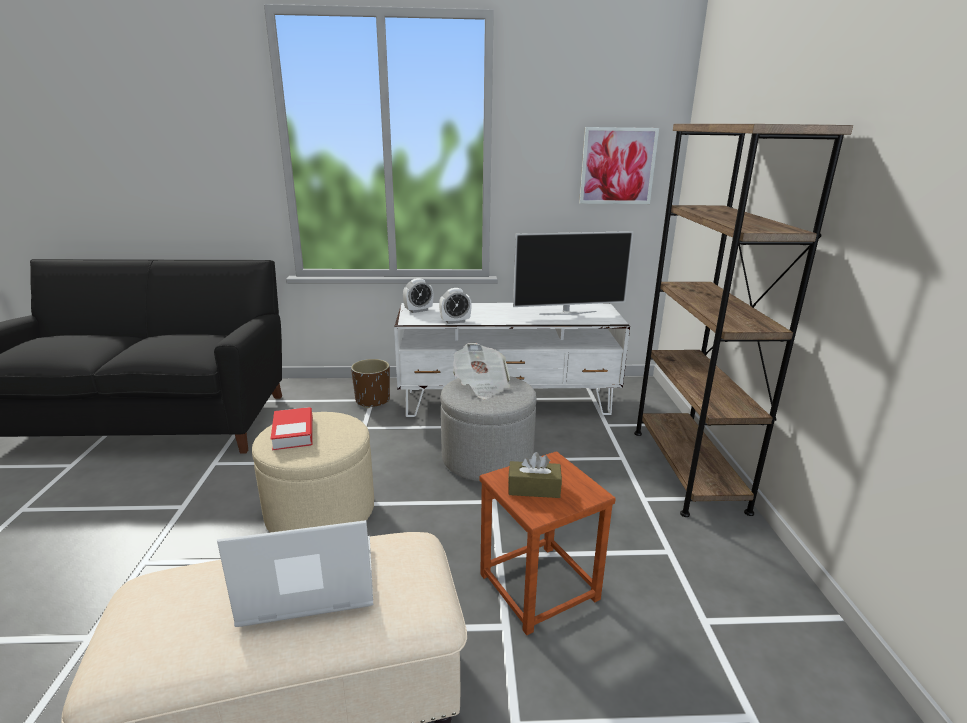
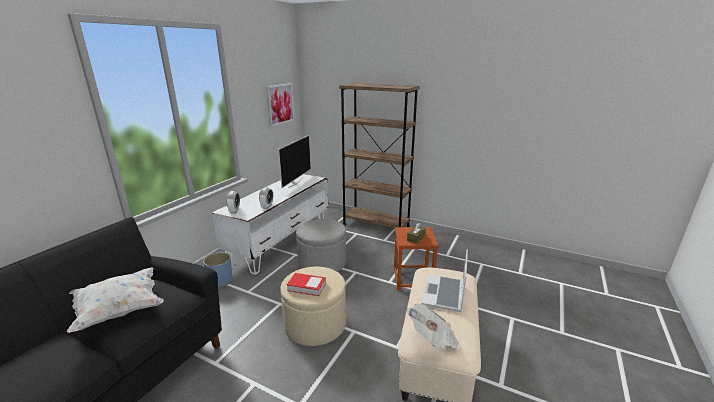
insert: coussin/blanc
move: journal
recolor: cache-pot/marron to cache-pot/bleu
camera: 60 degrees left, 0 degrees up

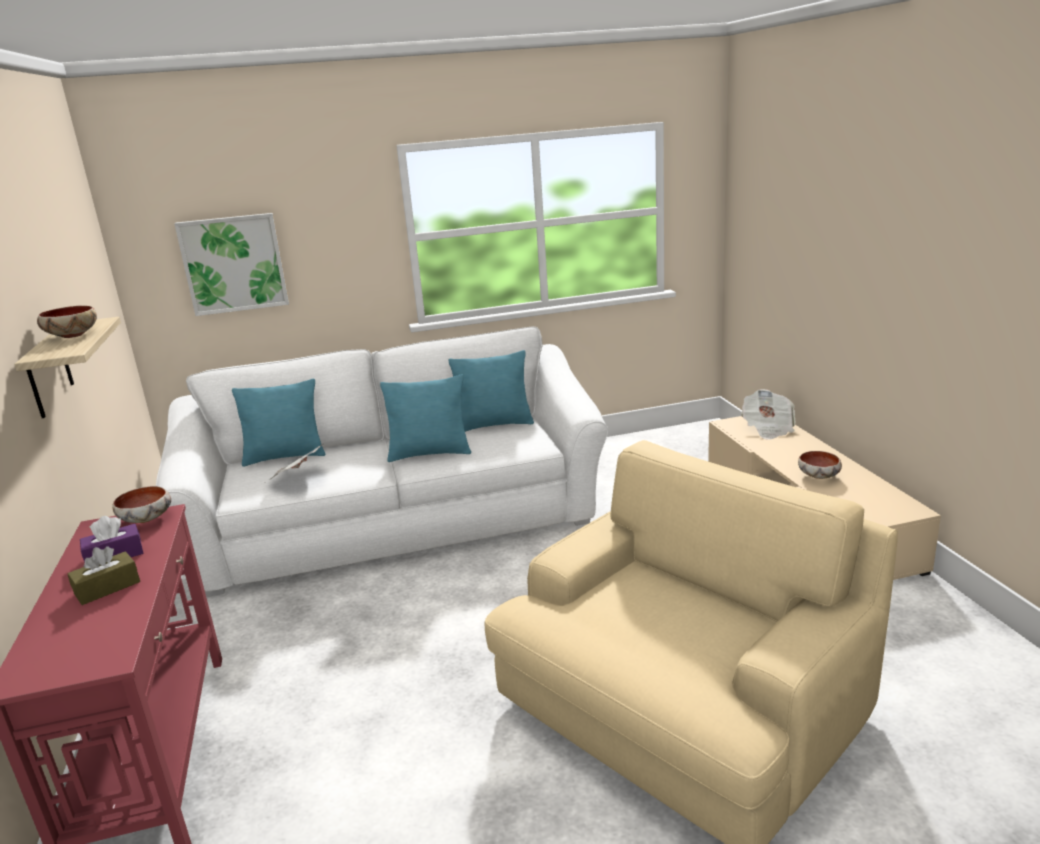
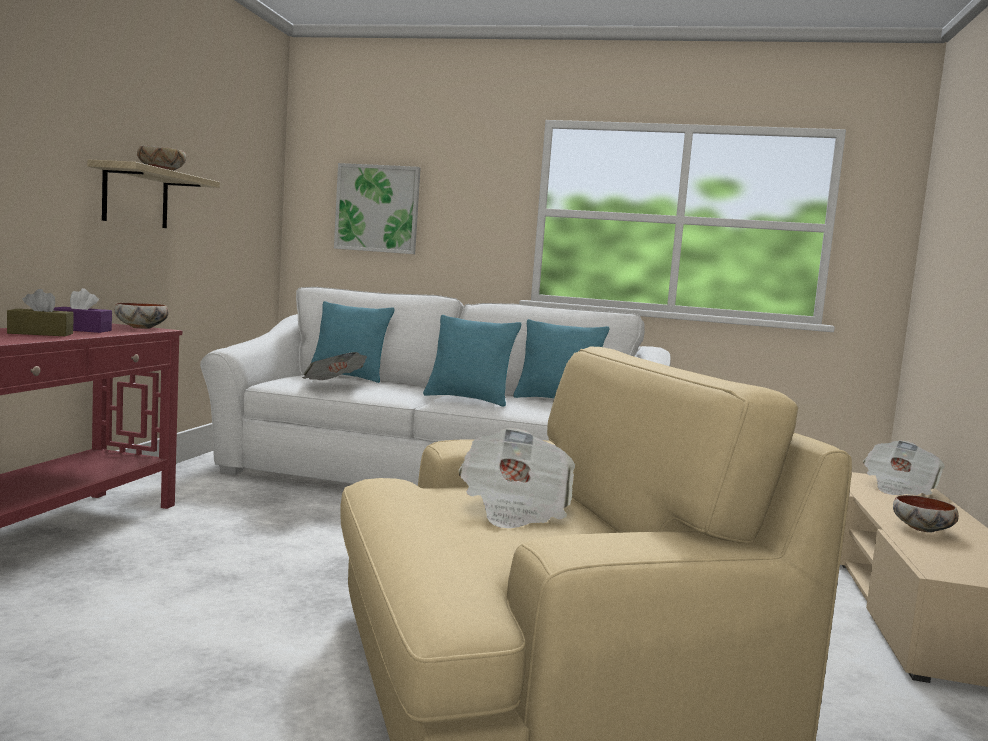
insert: journal (2nd from left)
camera: 25 degrees right, 15 degrees down

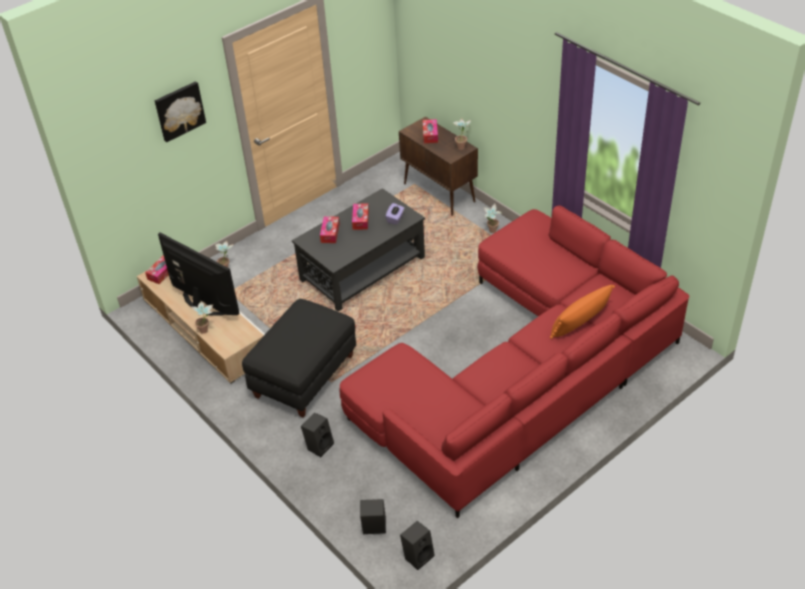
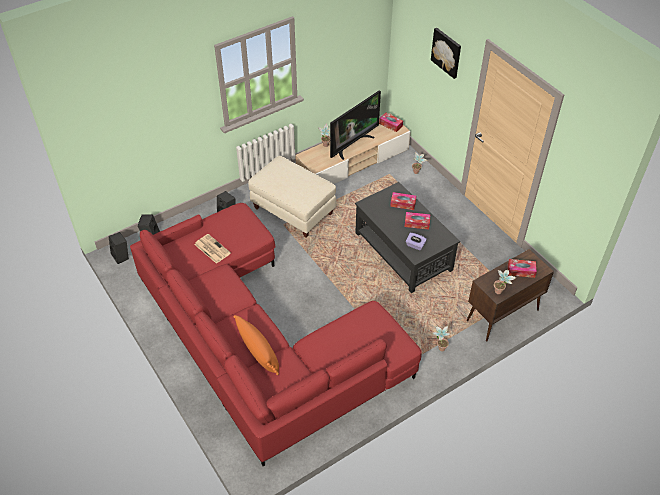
insert: journal
recolor: pouf/noir to pouf/beige
camera: 95 degrees right, 5 degrees up

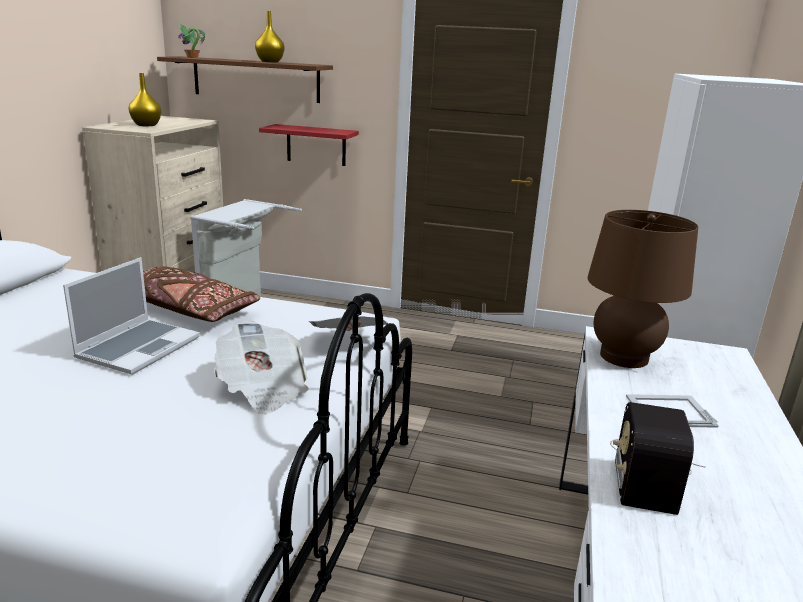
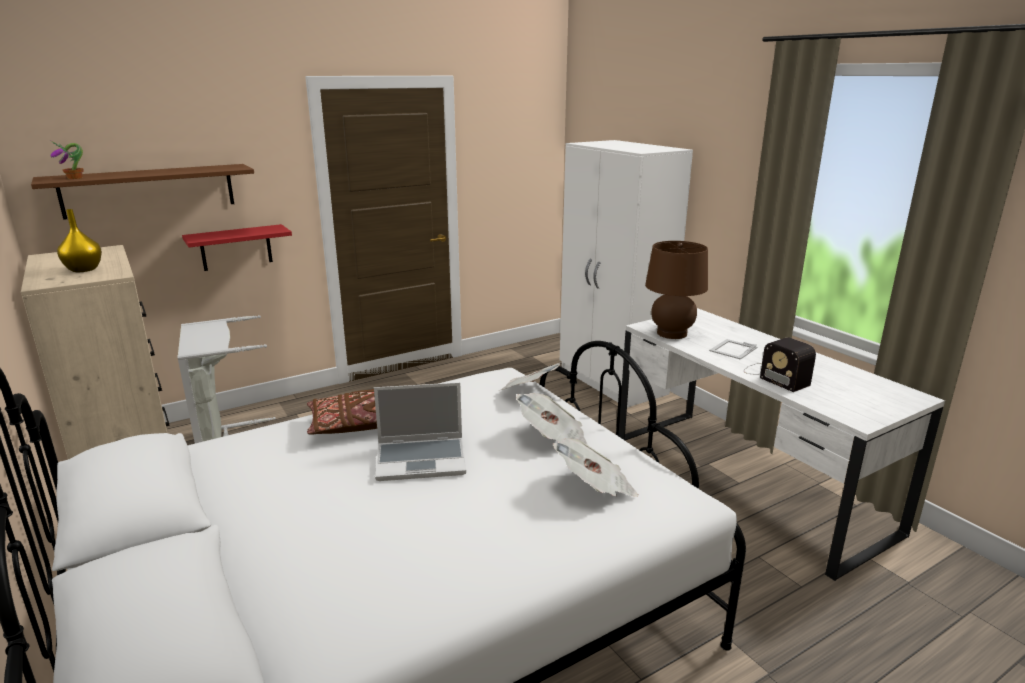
delete: vase/jaune (2nd from left)
insert: journal (3rd from left)
rotate: ordinateur portable 105 degrees clockwise
camera: 45 degrees left, 0 degrees up

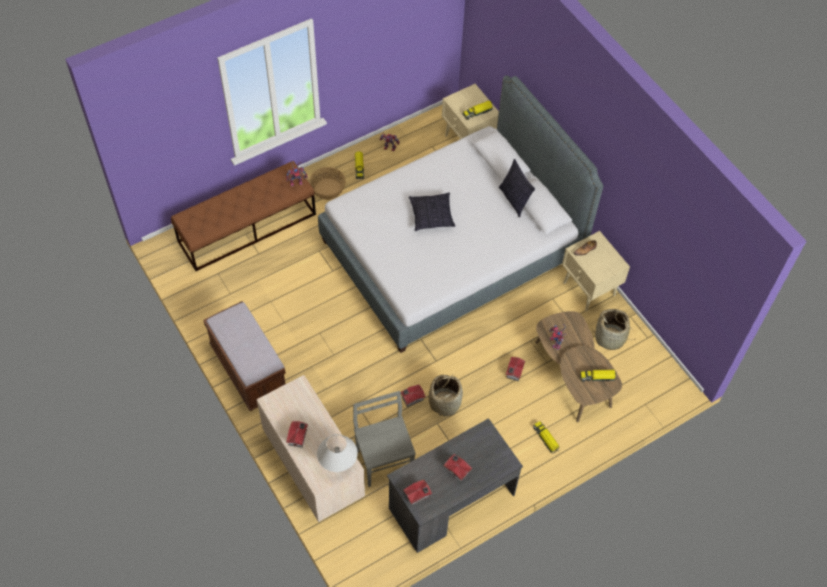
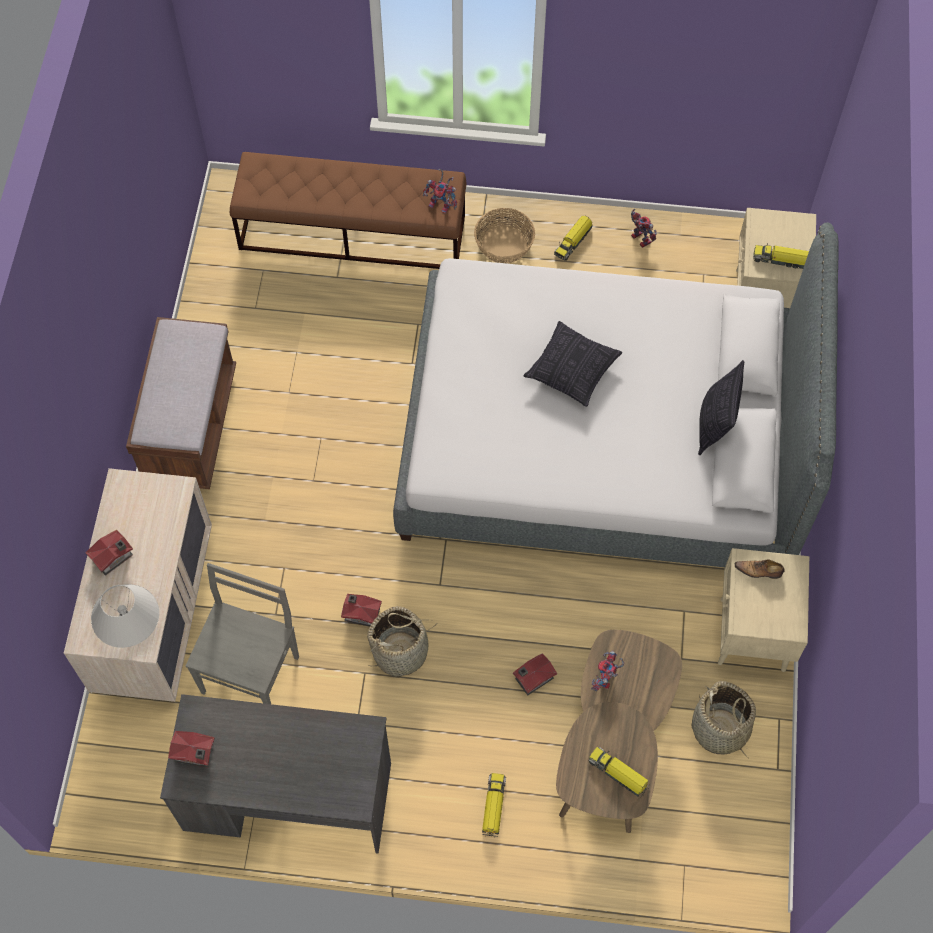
delete: maison miniature (4th from left)
camera: 40 degrees right, 5 degrees up

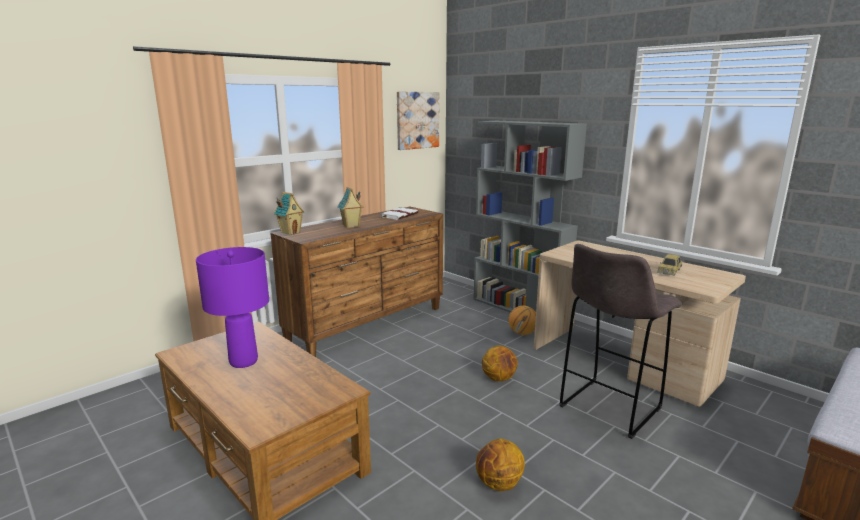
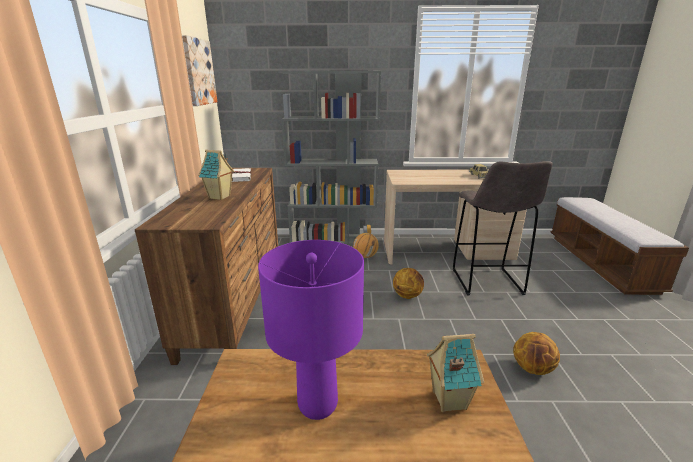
move: maison miniature (1st from left in the first image) to maison miniature (2nd from left)
camera: 45 degrees left, 5 degrees up

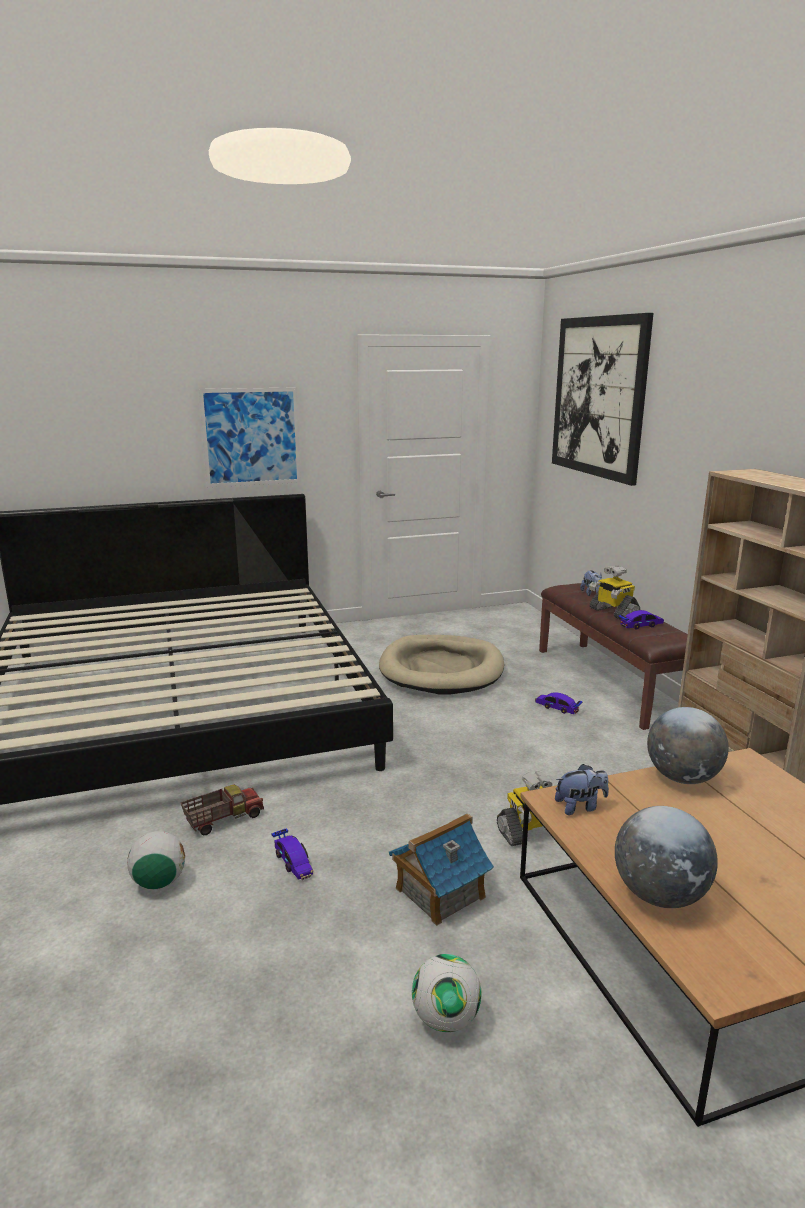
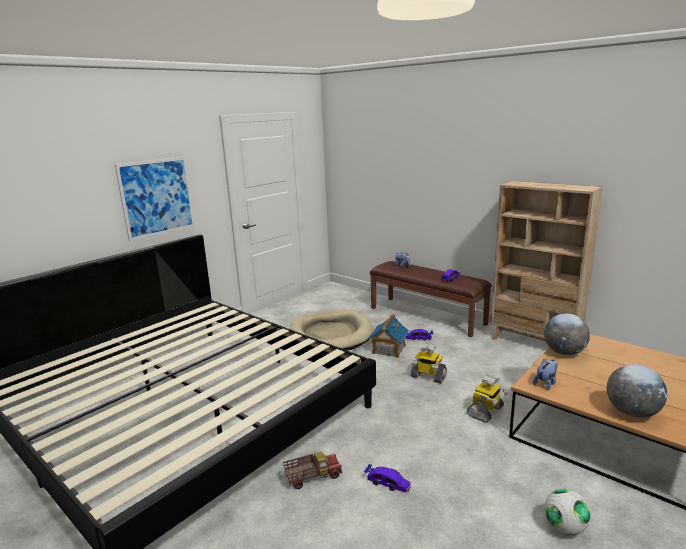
delete: tableau (2nd from left); ballon de foot (1st from left)
move: robot jouet (2nd from left in the first image) to robot jouet (1st from left); maison miniature
rotate: camion jouet 45 degrees clockwise
camera: 30 degrees left, 0 degrees up

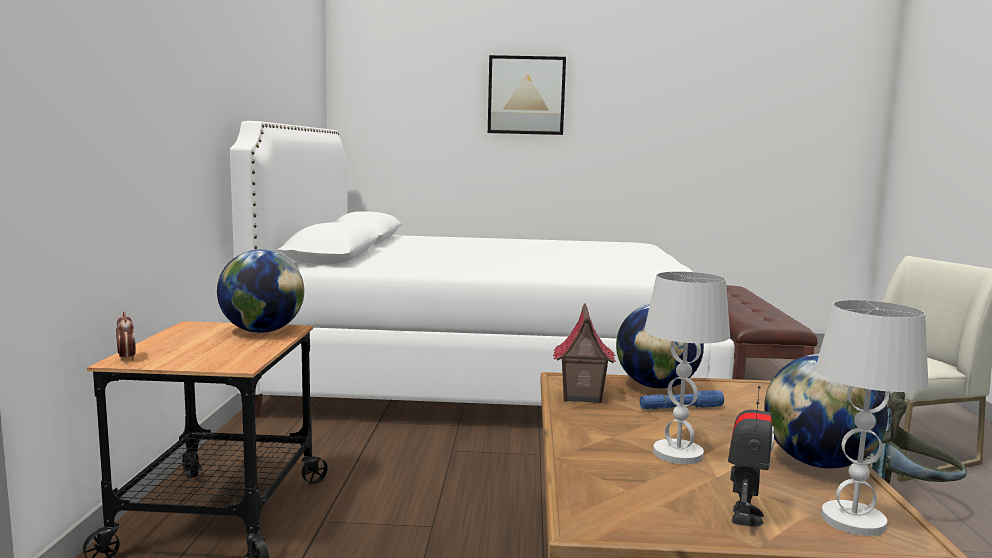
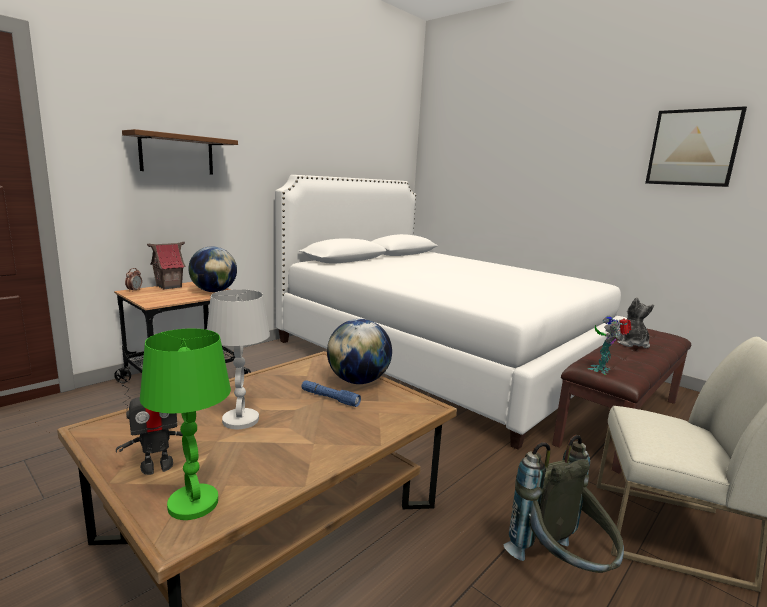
delete: globe (3rd from left)
insert: étagère/marron; peluche; robot jouet (2nd from left)
move: tableau; maison miniature
recolor: lampe de table/blanc (2nd from left) to lampe de table/vert
camera: 40 degrees right, 5 degrees up

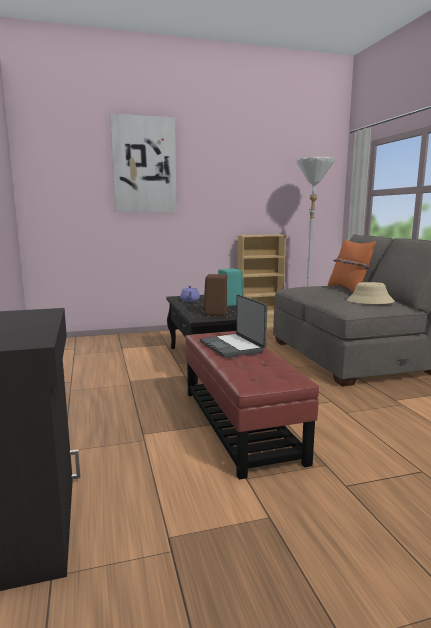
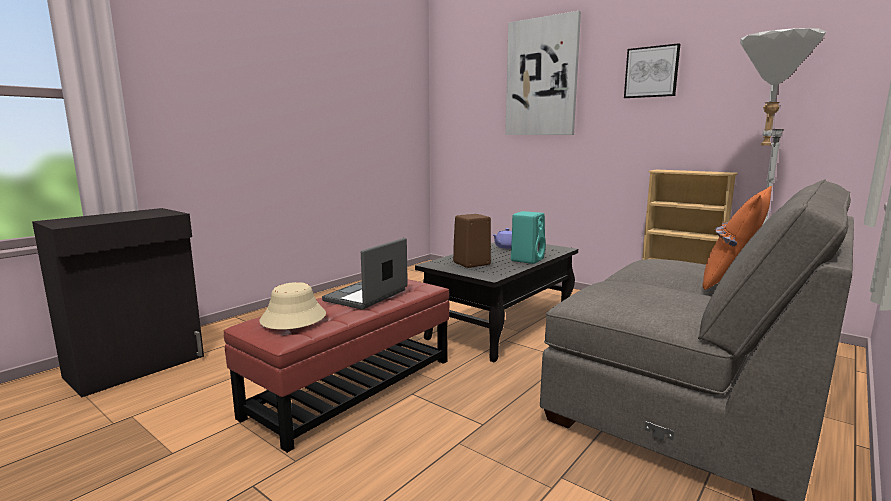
insert: tableau (2nd from left)
move: chapeau/beige
camera: 55 degrees right, 0 degrees up

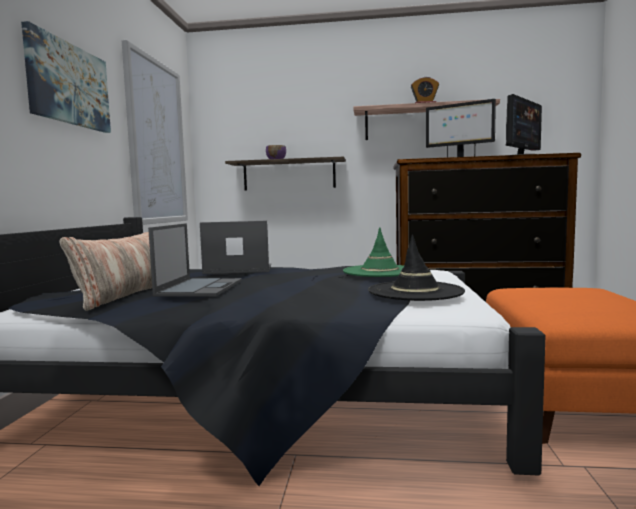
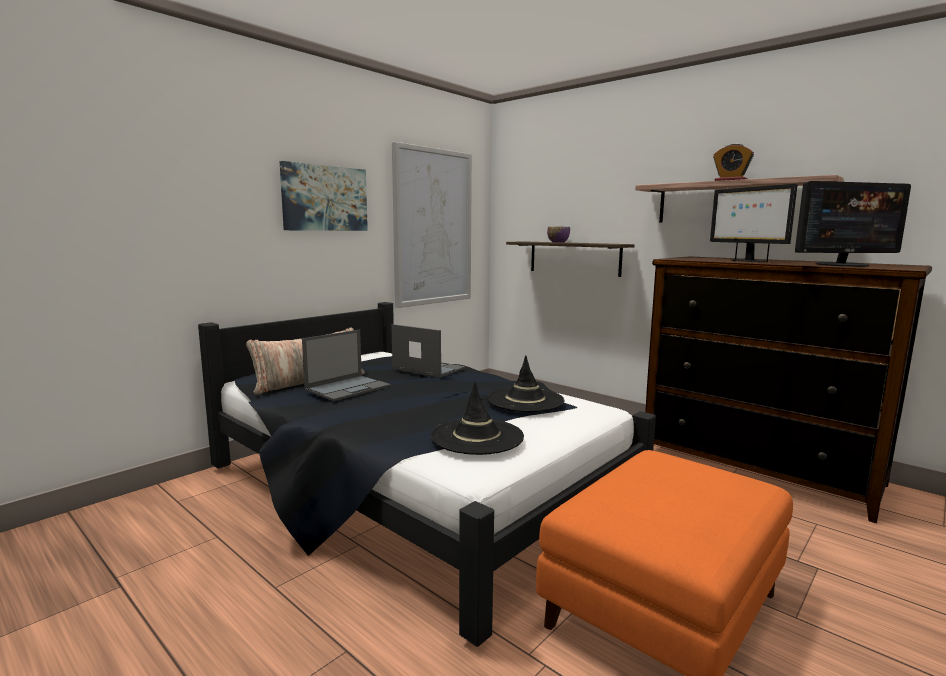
recolor: chapeau/vert to chapeau/noir (2nd from left)
camera: 35 degrees right, 5 degrees up

